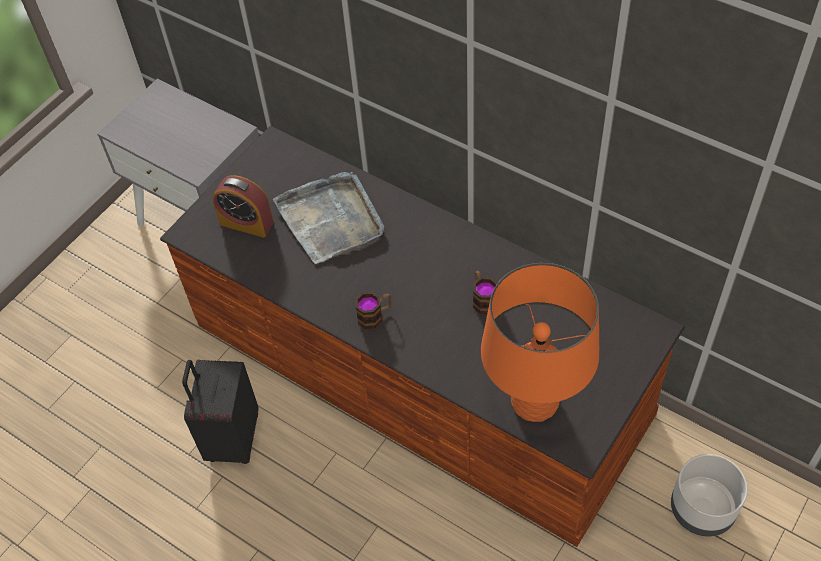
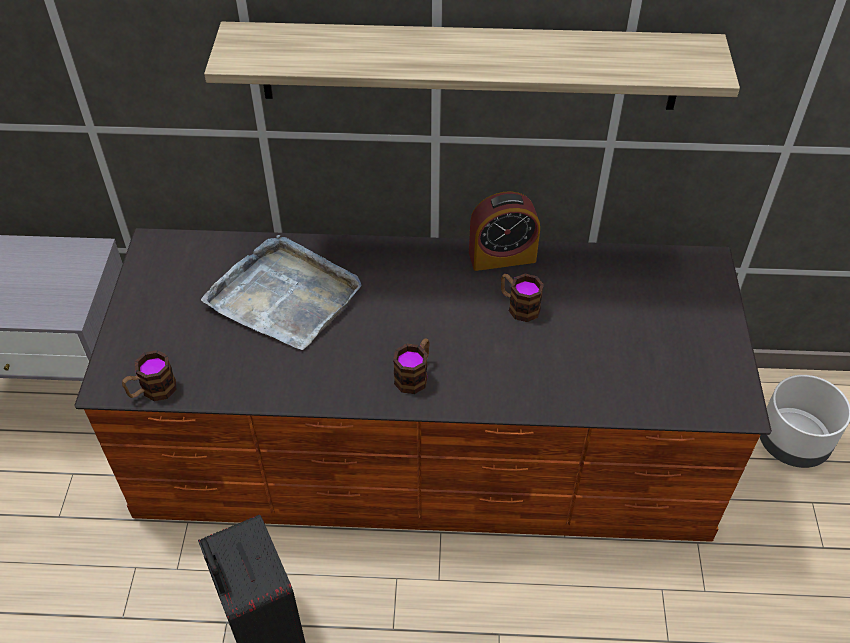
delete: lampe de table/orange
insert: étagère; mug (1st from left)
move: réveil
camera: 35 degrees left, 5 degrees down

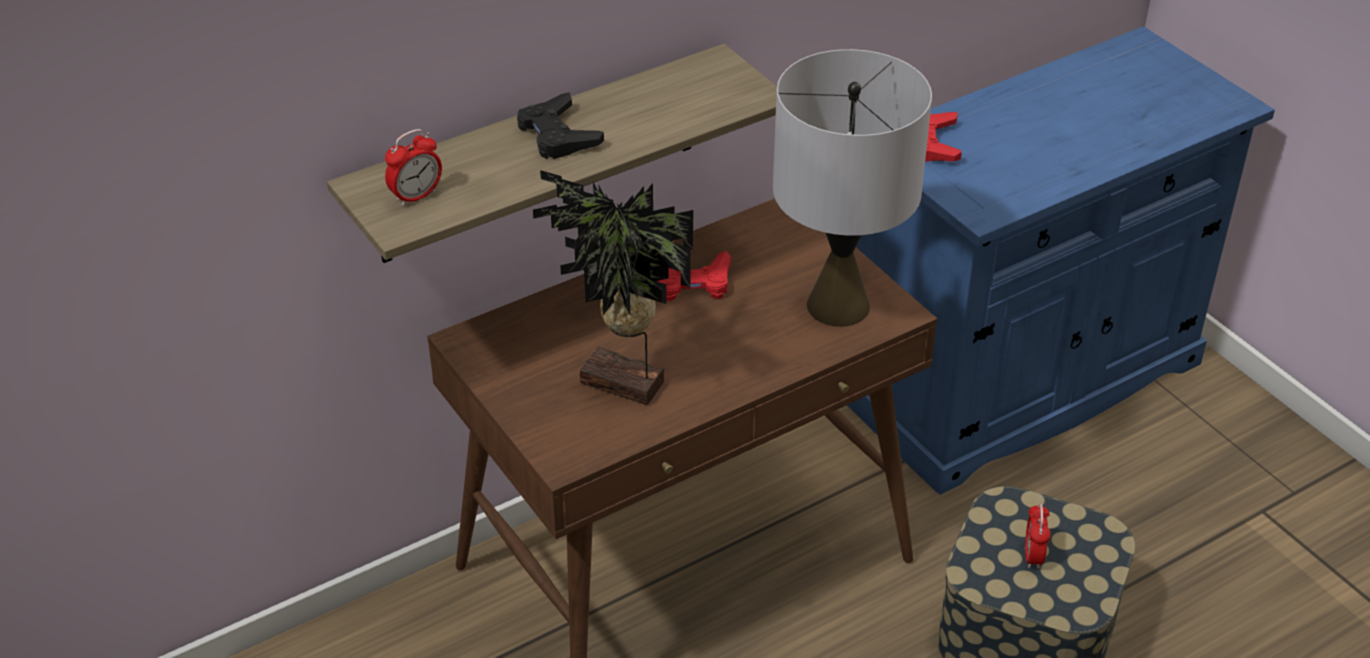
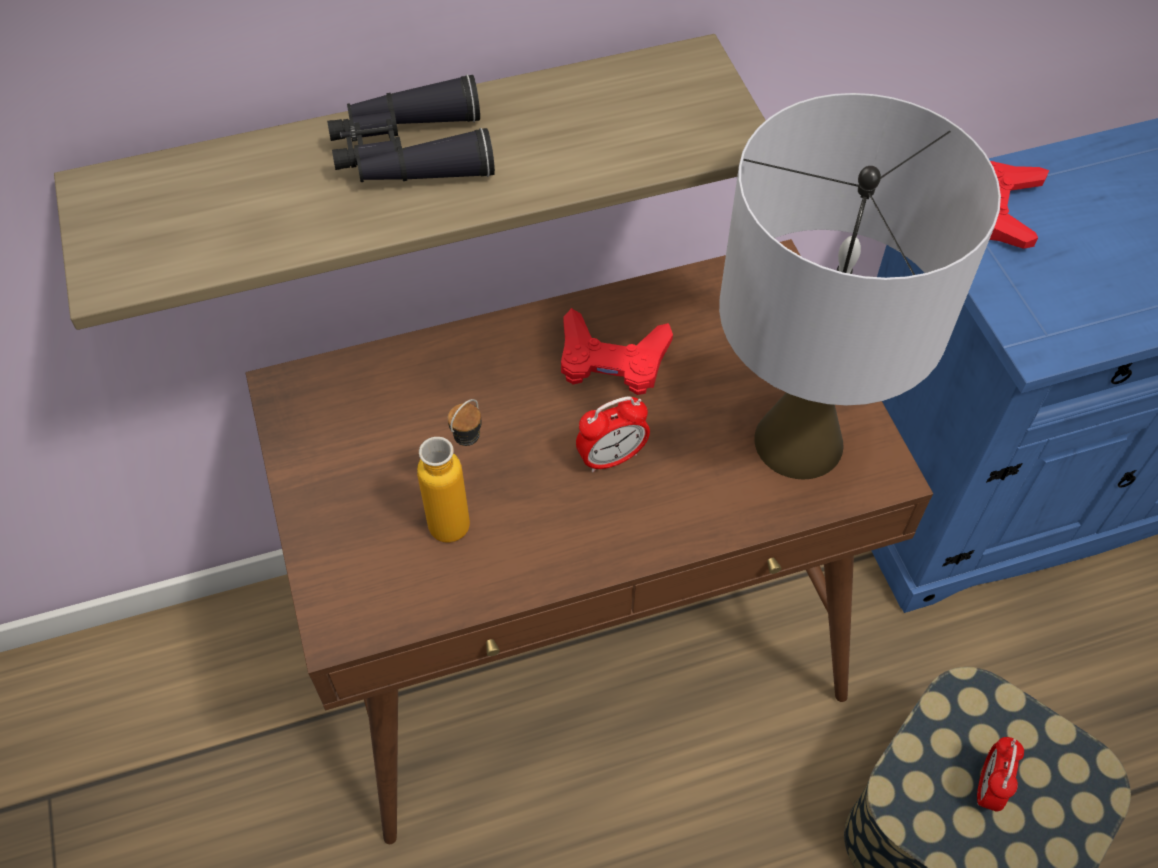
move: réveil (1st from left)
replace: manette/noir to jumelles/noir; plante en pot to bouteille
camera: 15 degrees right, 15 degrees up

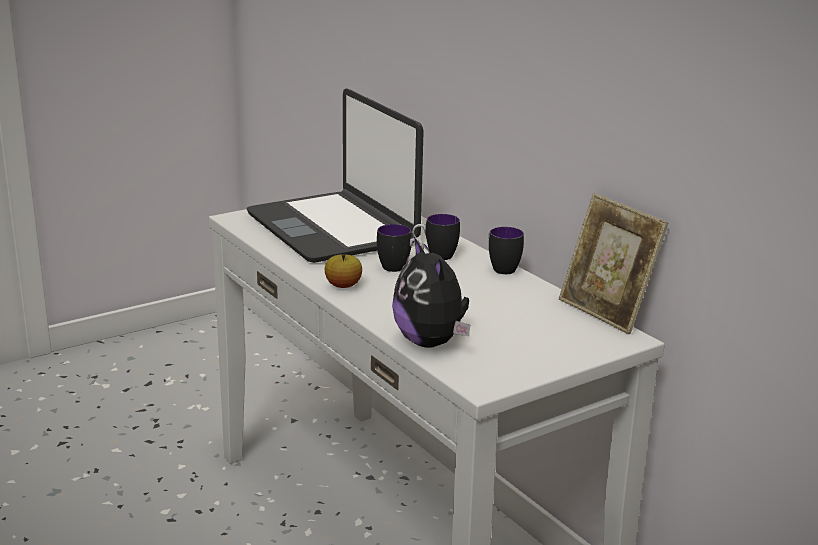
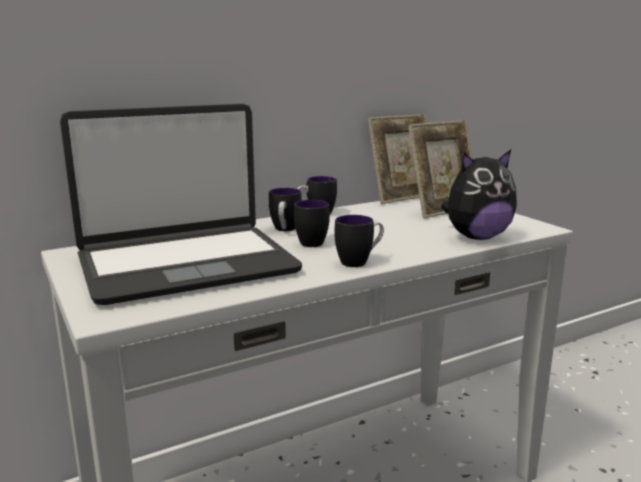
insert: cadre photo (2nd from left)
replace: pomme to mug (4th from left)
camera: 85 degrees left, 5 degrees down

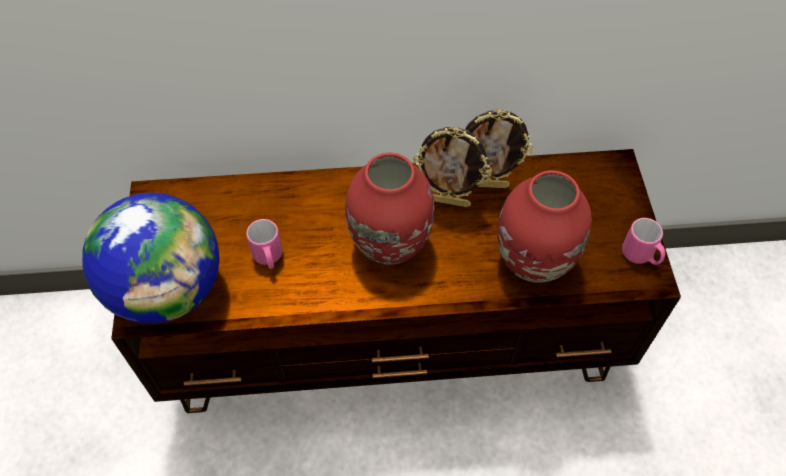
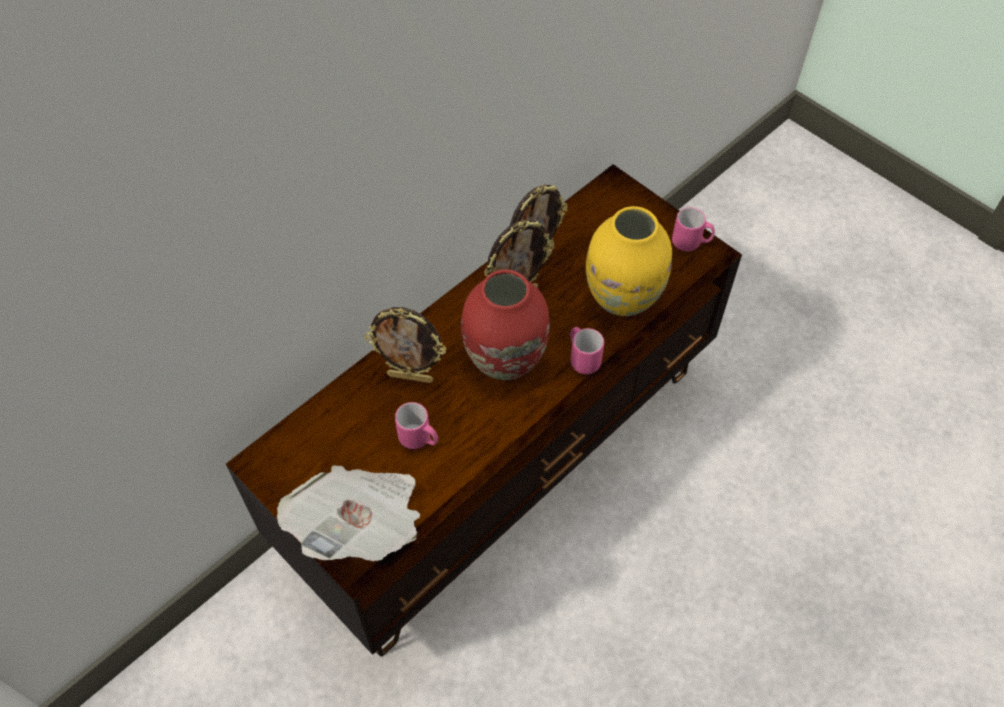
insert: cadre photo (1st from left); mug/rose (2nd from left)
replace: globe to journal
recolor: vase/rouge (2nd from left) to vase/jaune
camera: 40 degrees left, 0 degrees up

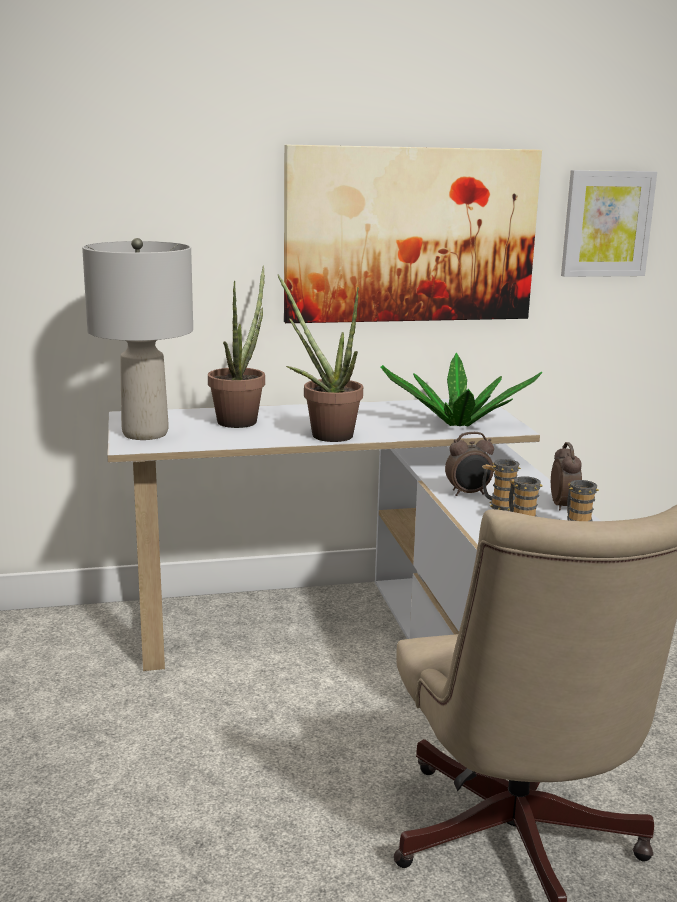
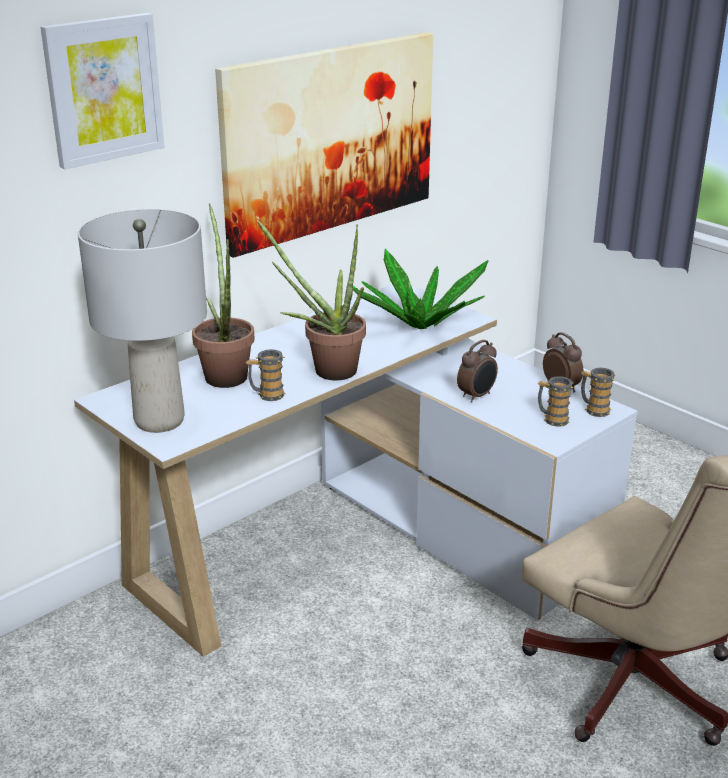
move: tableau (2nd from left in the first image) to tableau (1st from left); mug (1st from left)
camera: 30 degrees left, 10 degrees up

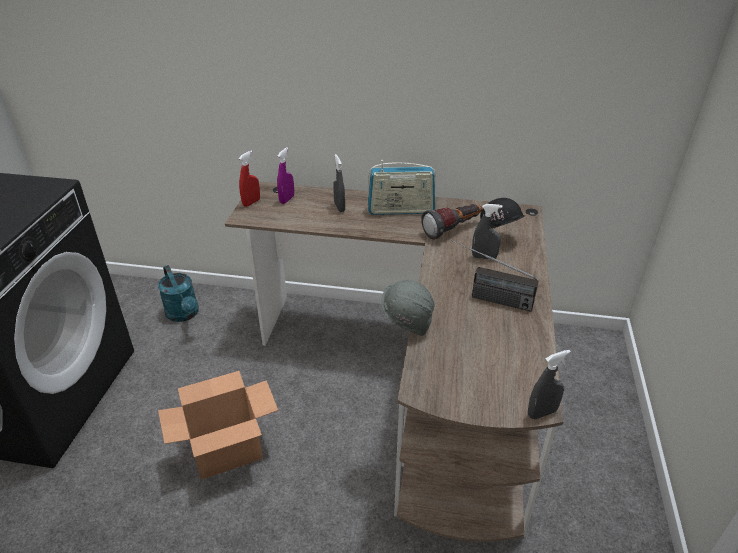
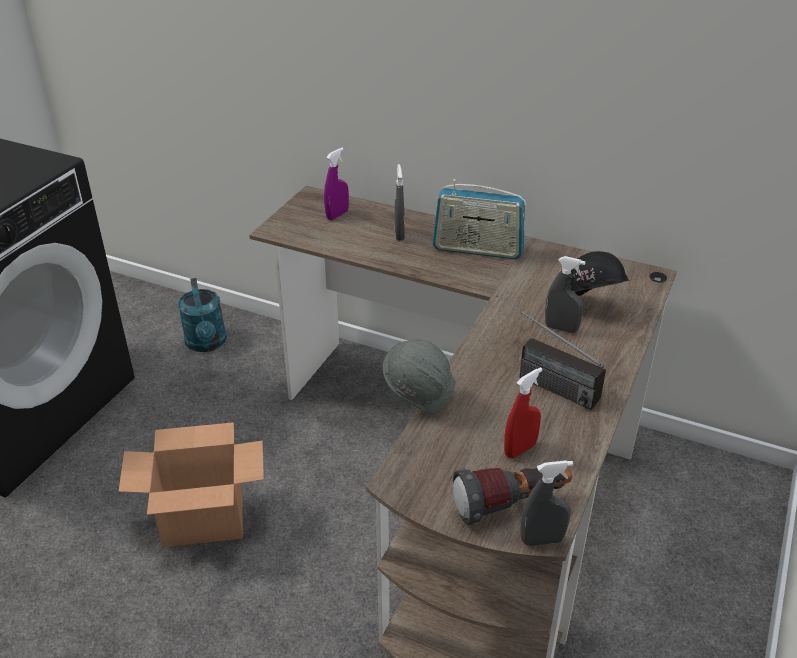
move: vaporisateur/rouge; lampe de poche
camera: 15 degrees right, 0 degrees up

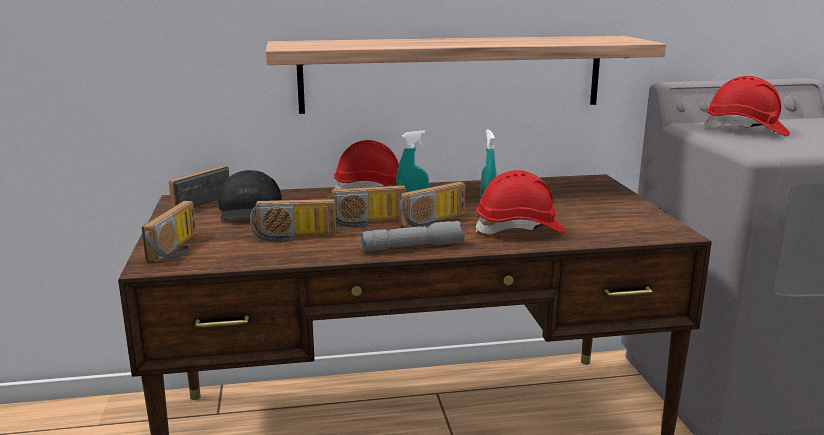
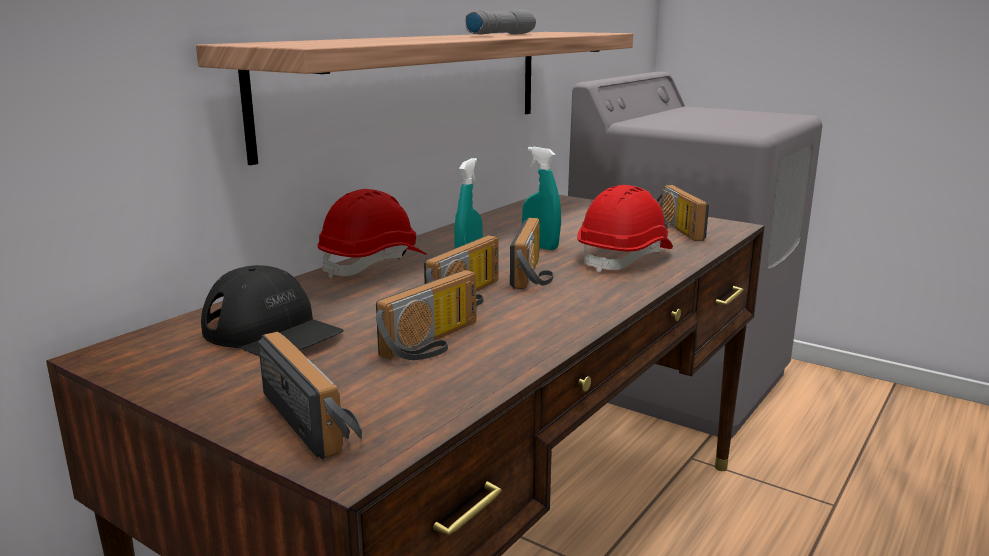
delete: casque de chantier/rouge (3rd from left)
move: radio (2nd from left in the first image) to radio (5th from left); lampe de poche/gris
camera: 45 degrees left, 0 degrees up

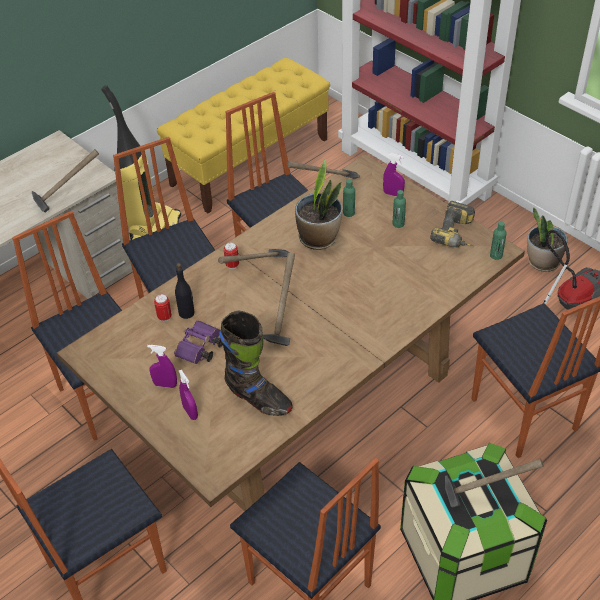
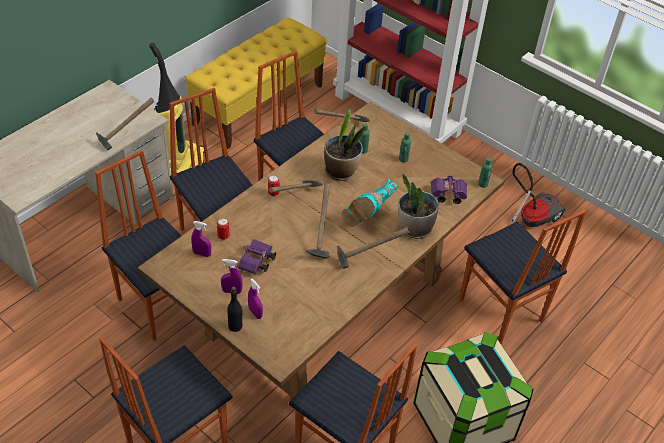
delete: perceuse; botte/noir
insert: jumelles/violet (2nd from left); botte/turquoise
move: vaporisateur/violet (3rd from left in the first image) to vaporisateur/violet (1st from left); plante en pot (2nd from left); bouteille/noir; marteau (5th from left)
camera: 10 degrees left, 0 degrees up

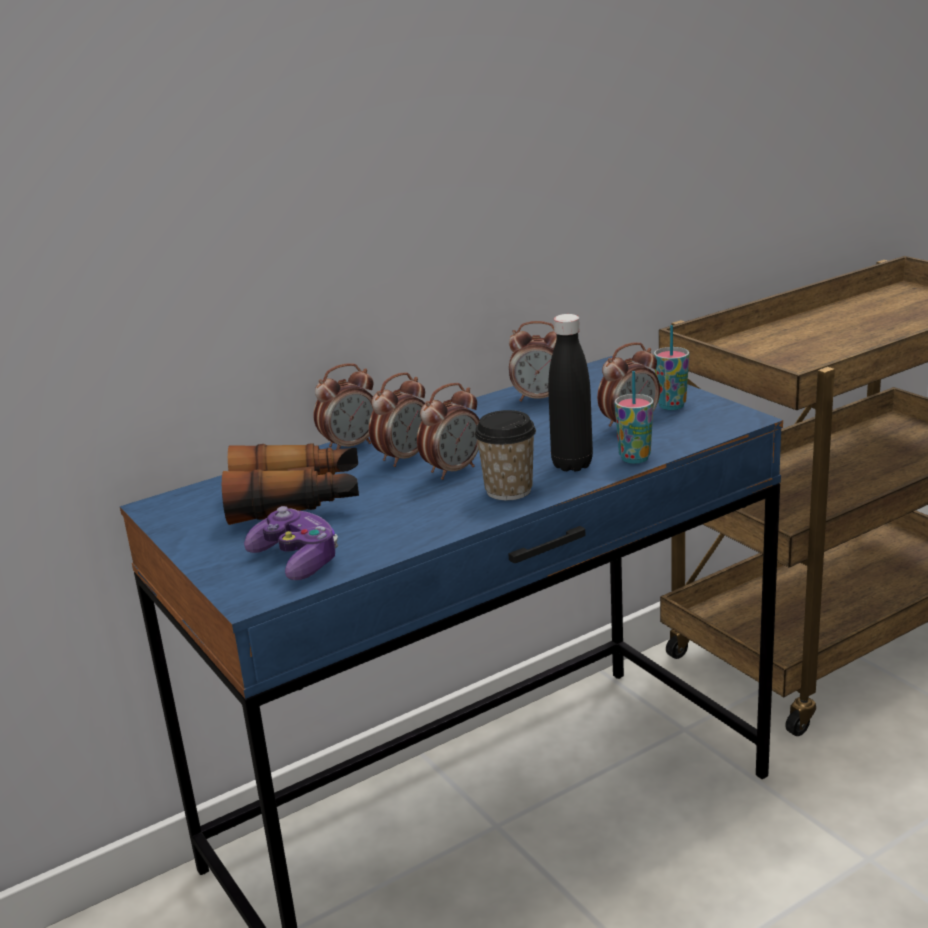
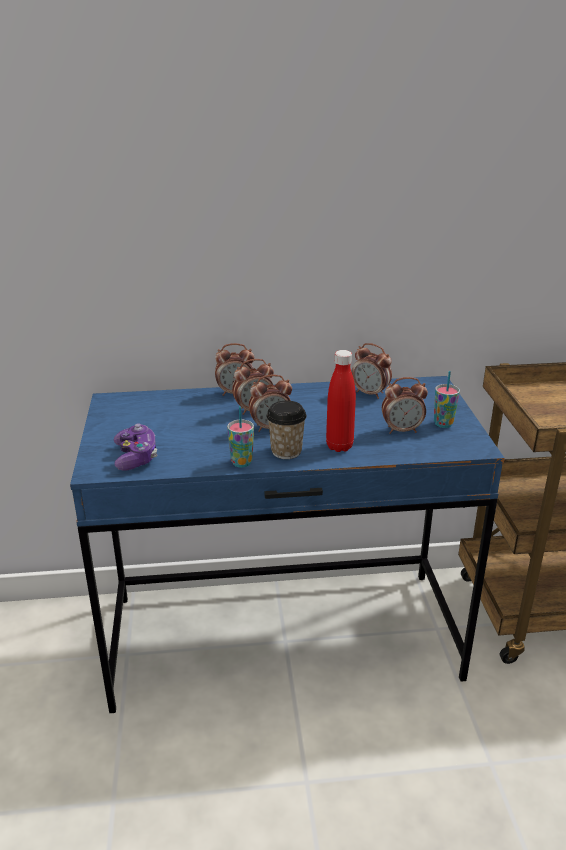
delete: jumelles
move: tasse (2nd from left in the first image) to tasse (1st from left)
recolor: bouteille/noir to bouteille/rouge
camera: 25 degrees right, 5 degrees up

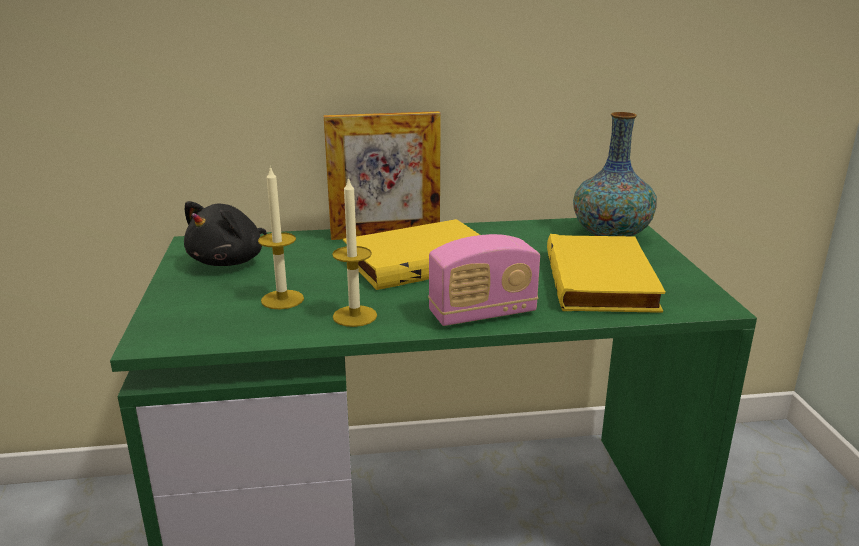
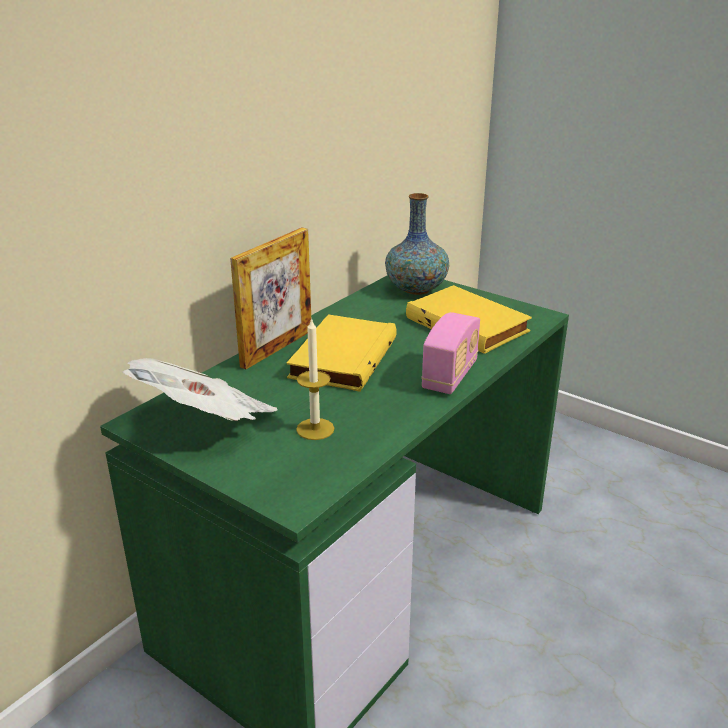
delete: bougie (2nd from left)
replace: peluche/noir to journal
camera: 45 degrees left, 5 degrees up

